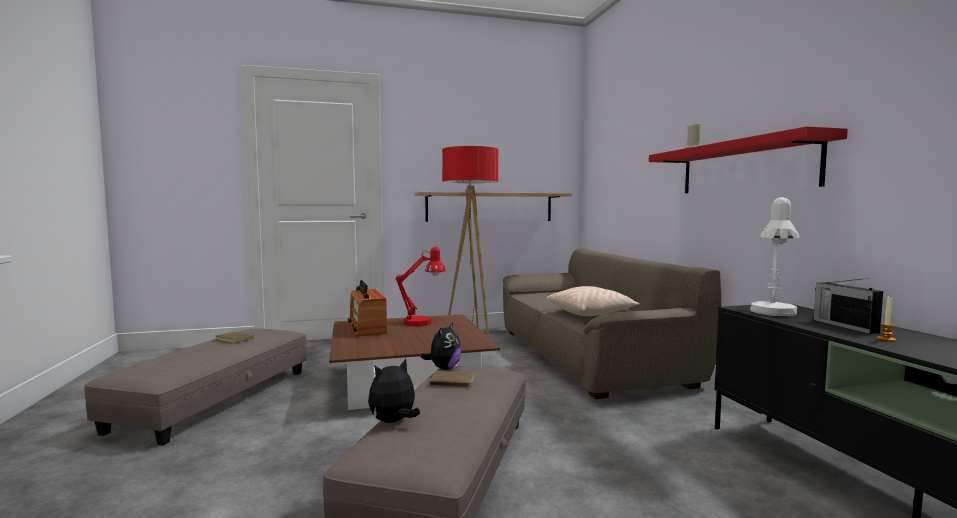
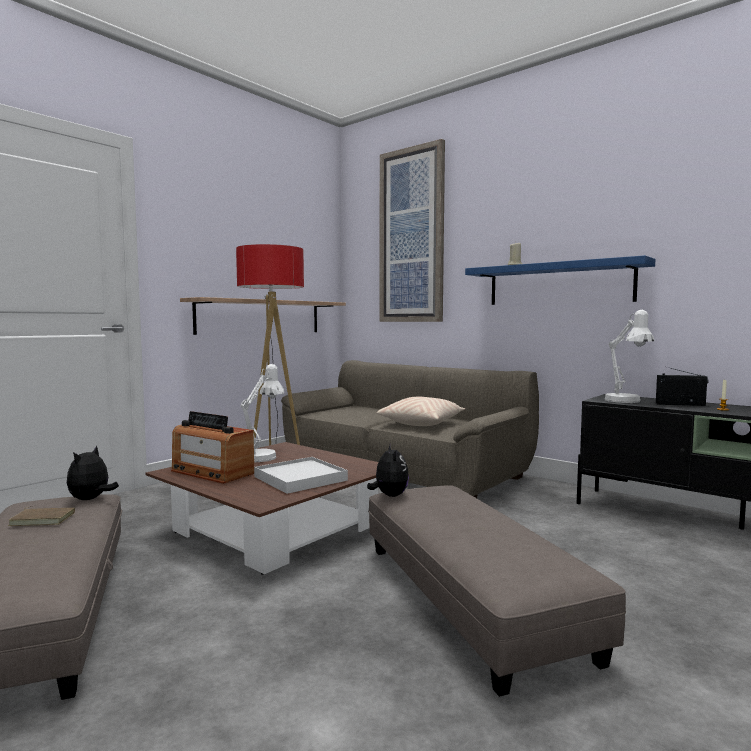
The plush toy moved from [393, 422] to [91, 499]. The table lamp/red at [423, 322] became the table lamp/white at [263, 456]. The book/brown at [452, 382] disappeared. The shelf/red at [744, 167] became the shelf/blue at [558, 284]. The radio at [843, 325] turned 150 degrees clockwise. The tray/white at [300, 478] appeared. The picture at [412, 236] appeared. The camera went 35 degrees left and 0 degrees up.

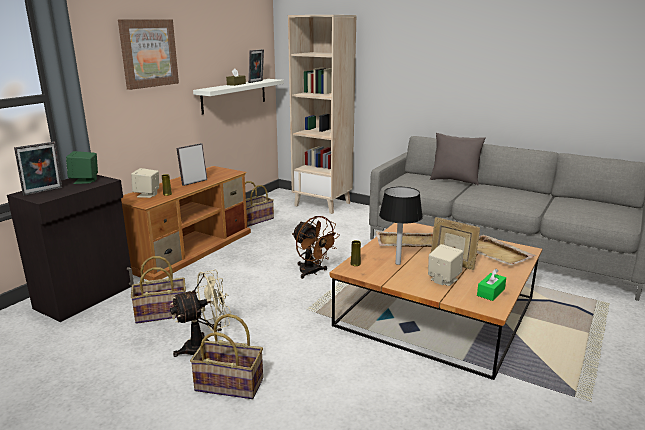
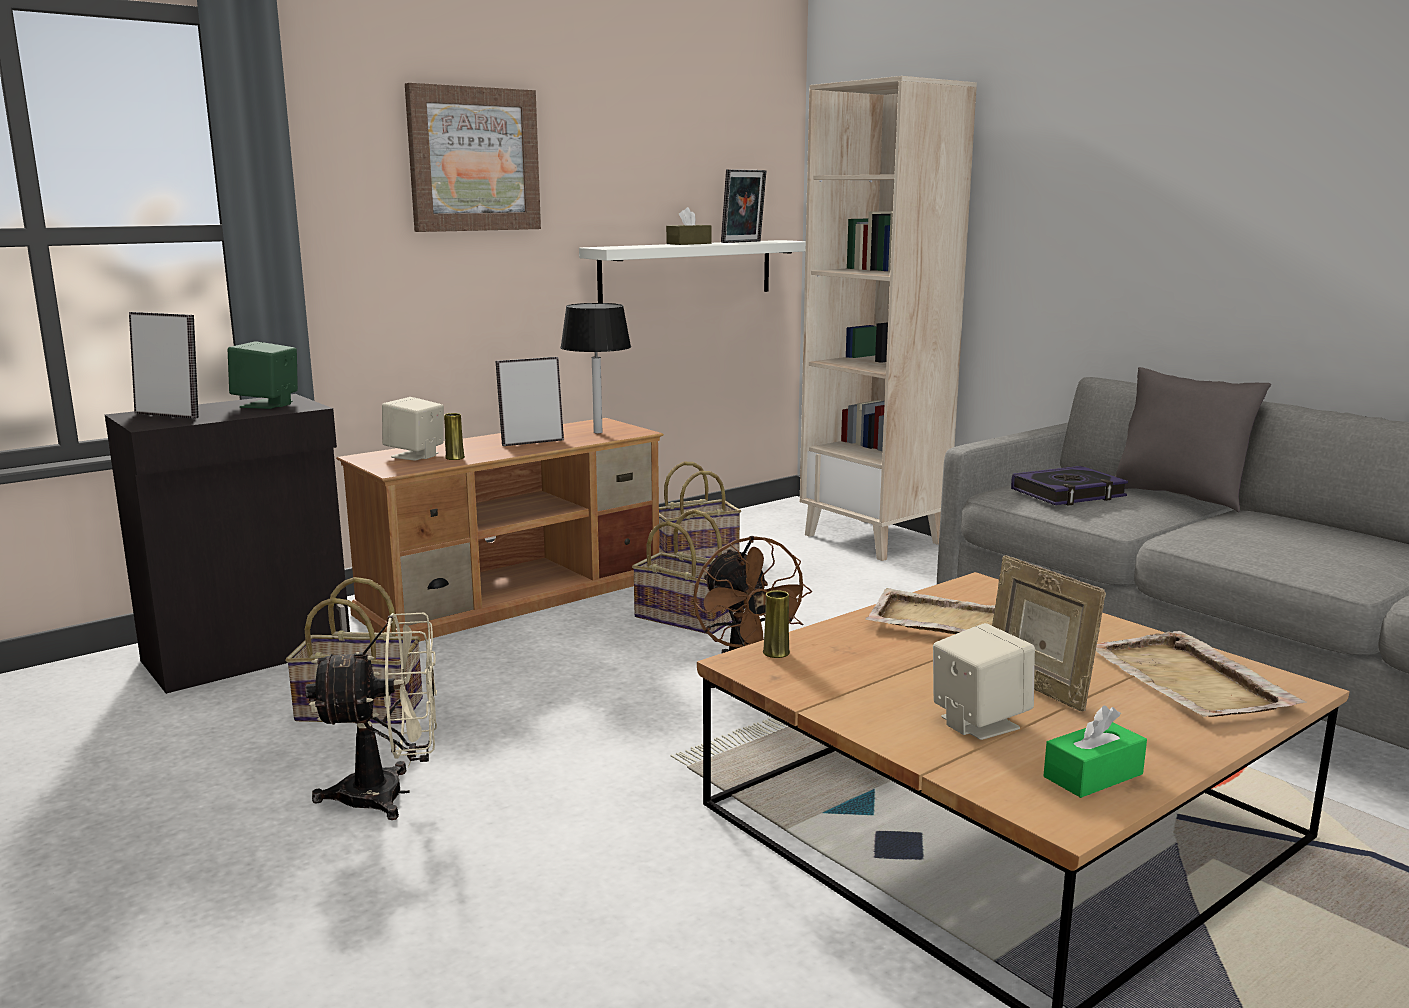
The picture frame at [43, 192] turned 135 degrees counterclockwise. The basket moved from [230, 384] to [686, 618]. The table lamp/black moved from [397, 263] to [597, 432]. The book at [1068, 493] appeared. The camera went 20 degrees right and 5 degrees down.

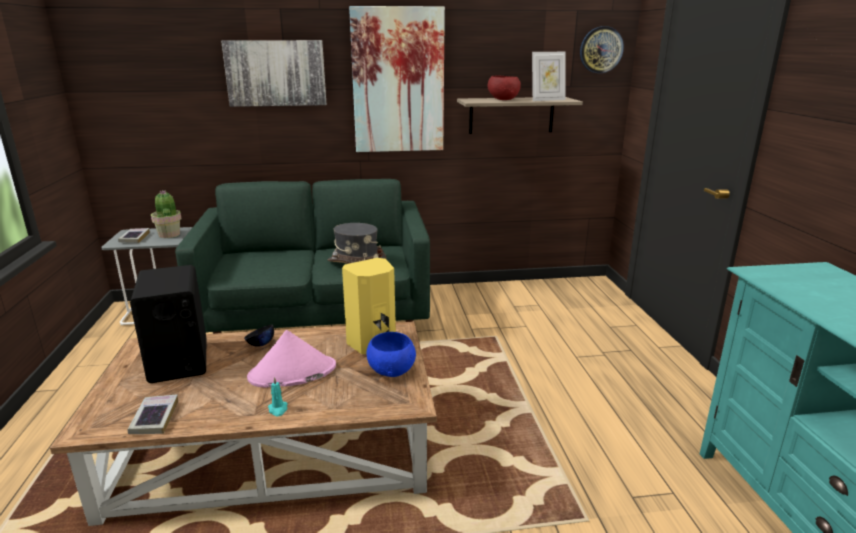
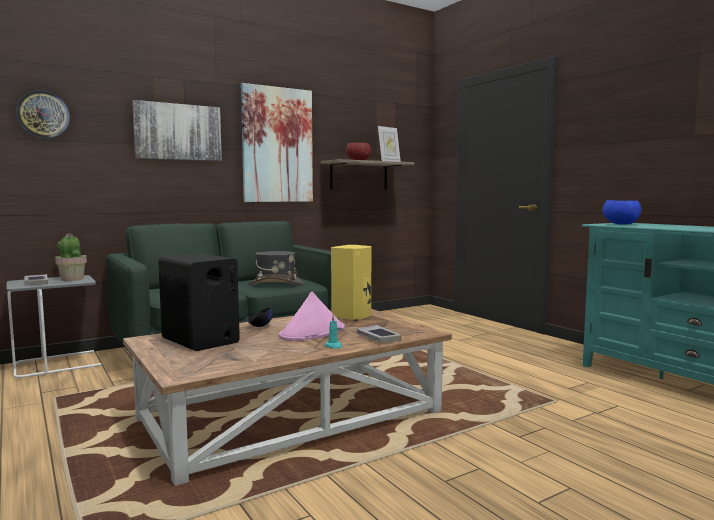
The book moved from [154, 418] to [378, 338]. The bowl/blue moved from [391, 370] to [620, 224]. The wall clock moved from [601, 50] to [43, 114]. The camera went 25 degrees left and 15 degrees down.

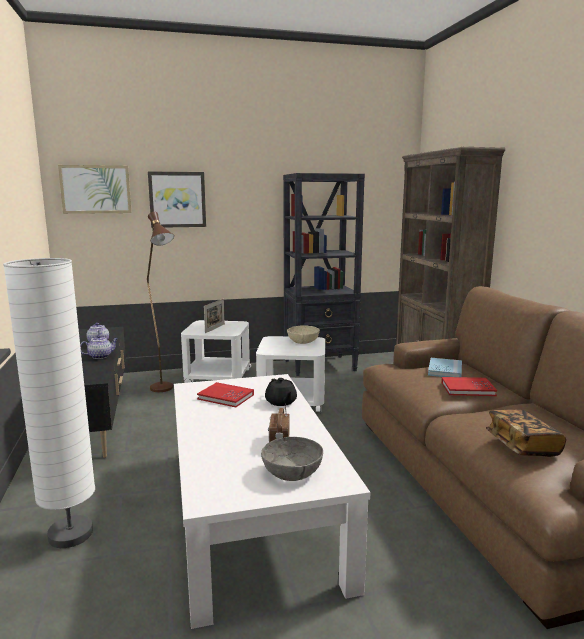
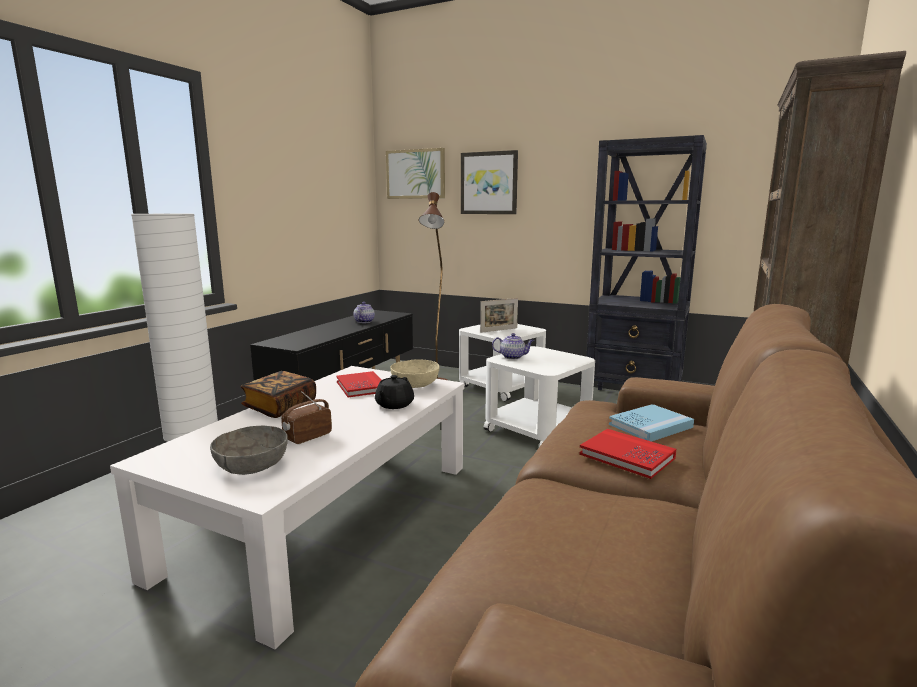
The teapot moved from [100, 356] to [513, 357]. The bowl/beige moved from [303, 341] to [415, 384]. The book moved from [522, 446] to [280, 407]. The camera went 40 degrees right and 0 degrees up.

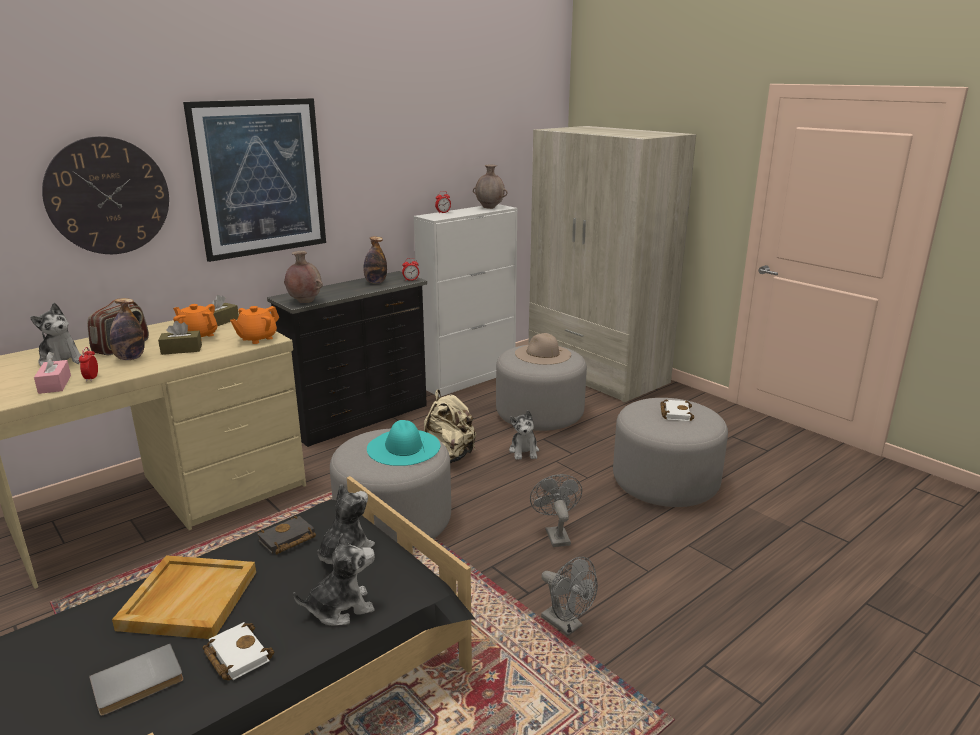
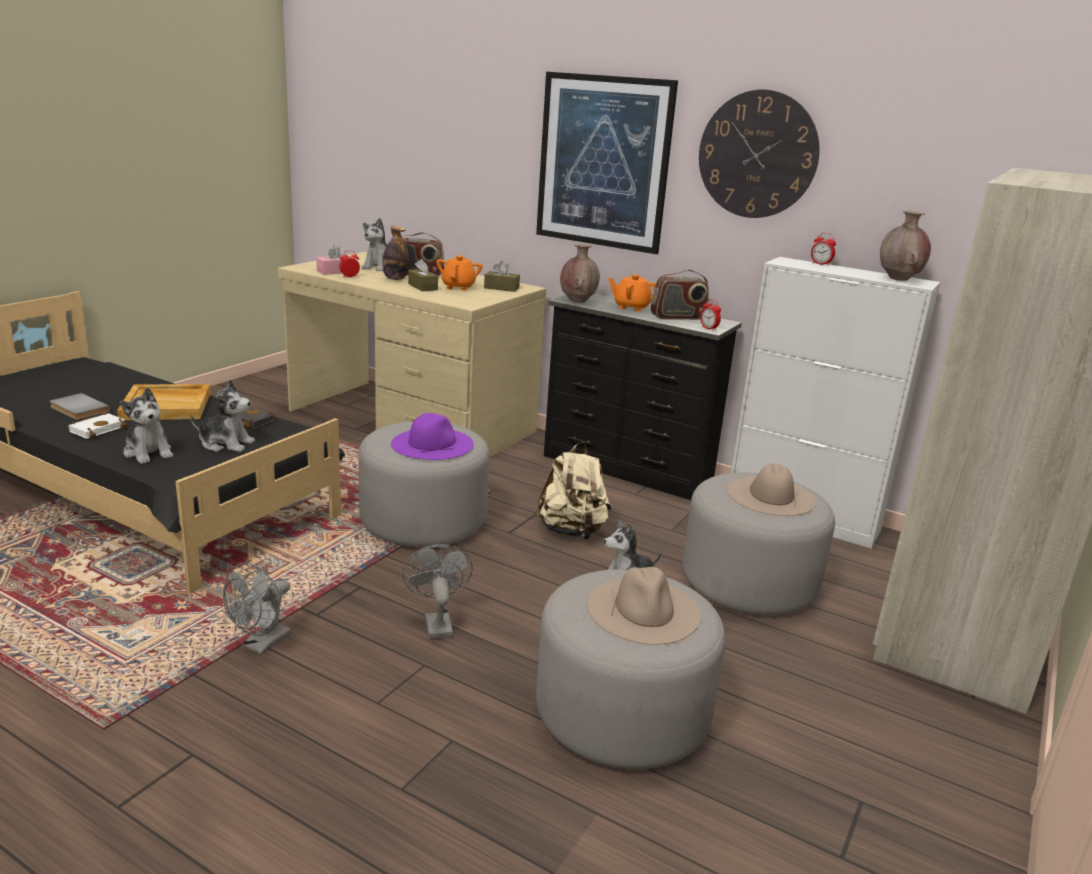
The wall clock moved from [108, 196] to [757, 155]. The teapot/orange moved from [257, 338] to [631, 307]. The bottle at [375, 282] was replaced by the radio at [678, 317]. The hat/turquoise at [403, 447] became the hat/purple at [432, 443]. The fan/grey at [555, 534] turned 75 degrees counterclockwise. The book/white at [675, 413] was replaced by the hat/beige at [643, 610]. The camera went 70 degrees right and 0 degrees up.

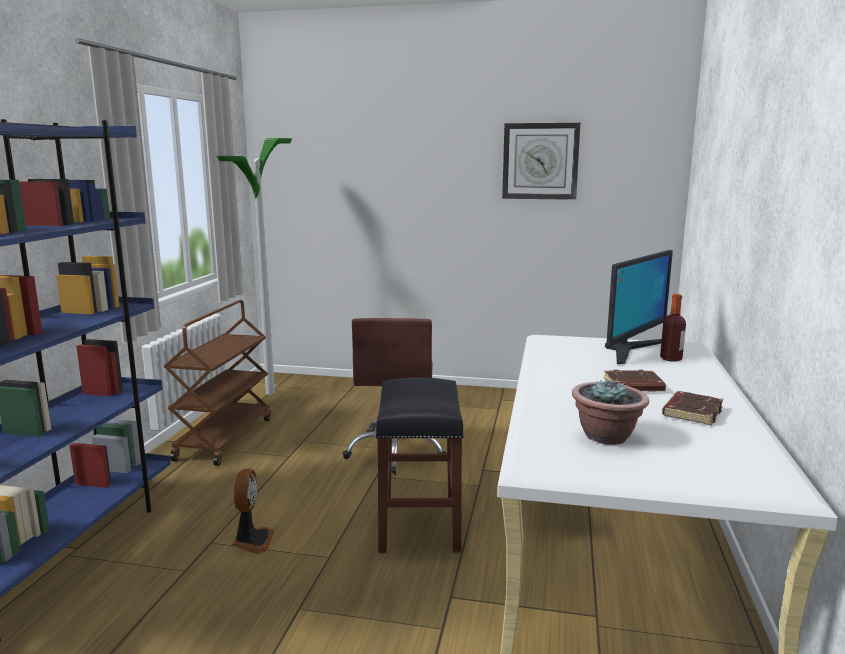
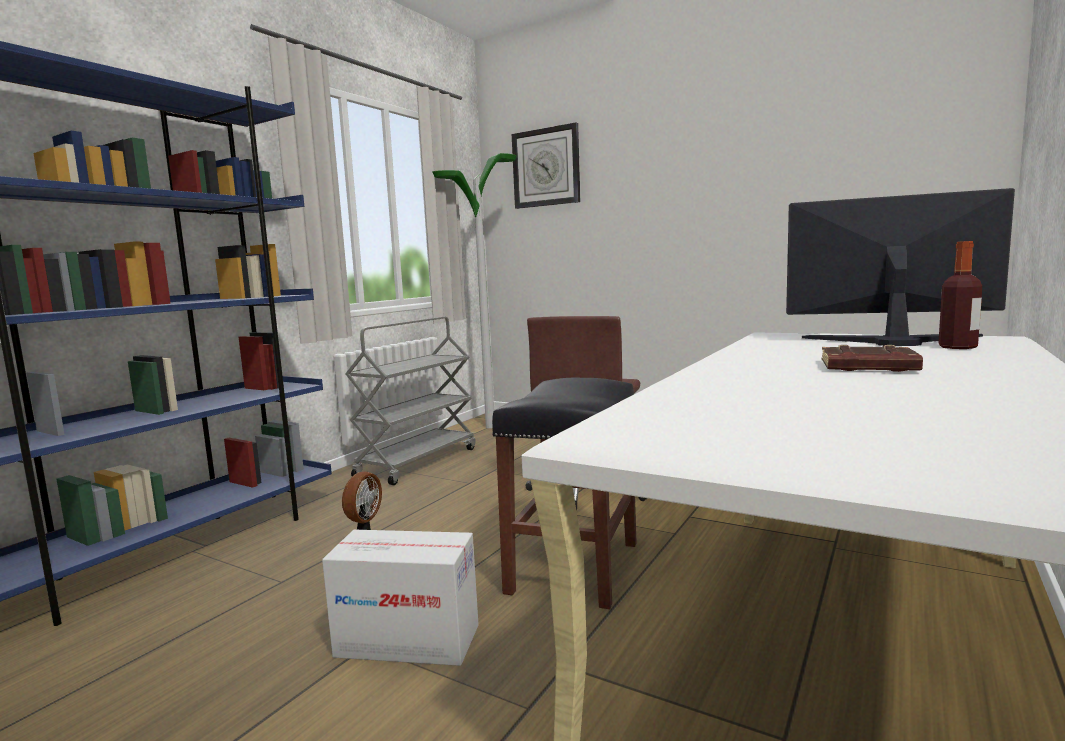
The cart/brown at [224, 438] became the cart/grey at [417, 462]. The wall clock moved from [540, 161] to [546, 167]. The potted plant at [606, 437] disappeared. The monitor at [630, 350] turned 135 degrees counterclockwise. The book/brown at [691, 412] disappeared. The cardboard box at [407, 641] appeared. The camera went 20 degrees right and 5 degrees down.

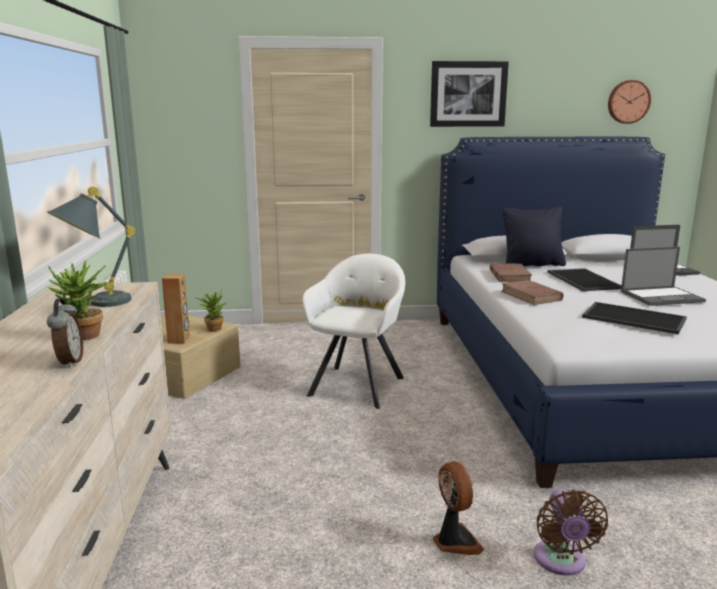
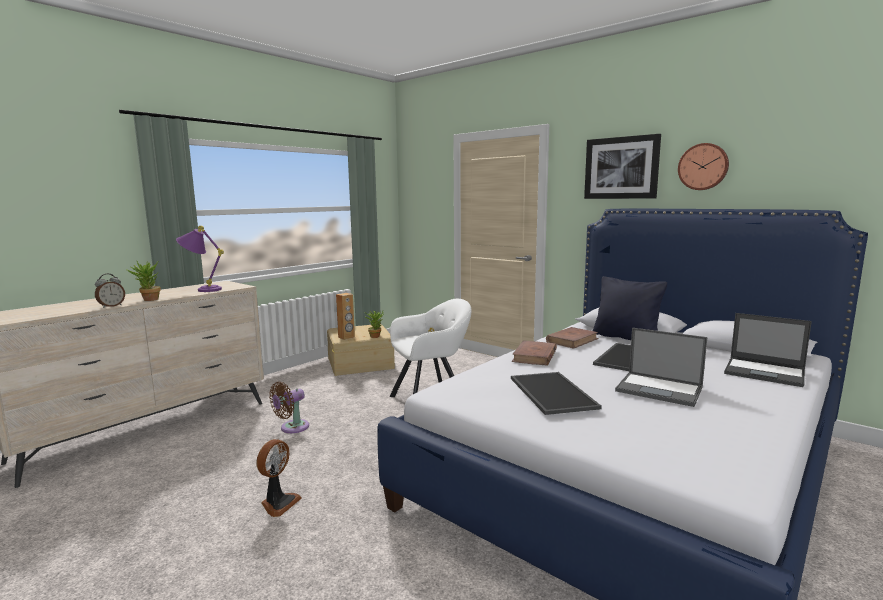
The table lamp/grey at [95, 303] became the table lamp/purple at [202, 290]. The fan/brown moved from [561, 562] to [292, 428]. The wall clock moved from [628, 102] to [703, 167]. The camera went 45 degrees right and 5 degrees down.

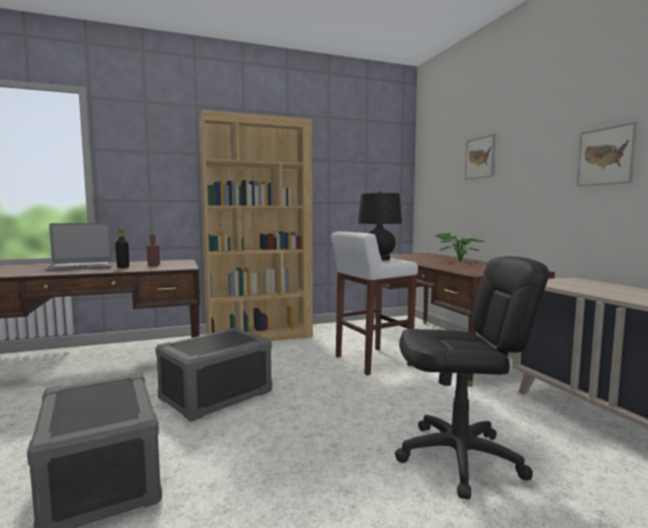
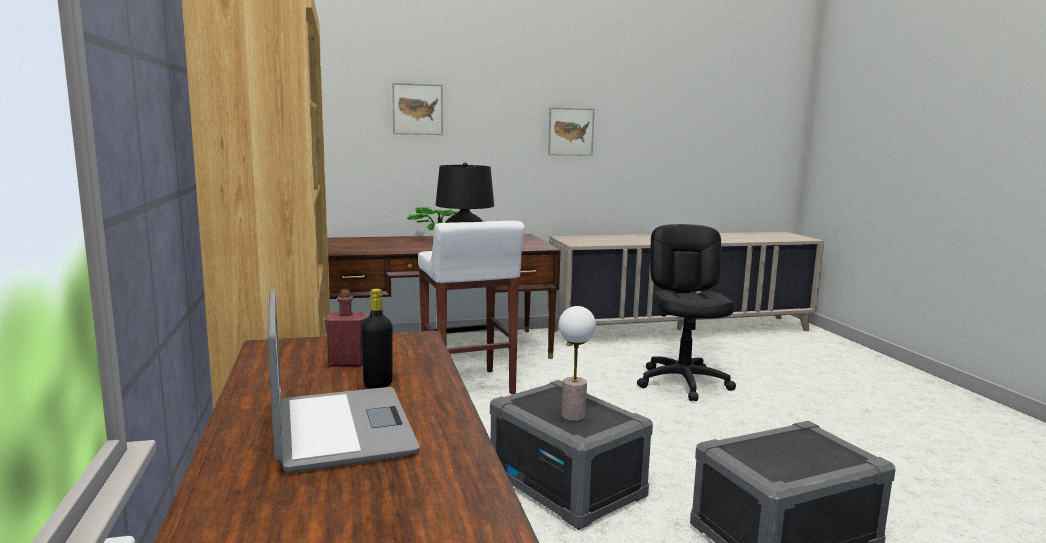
The table lamp at [573, 415] appeared. The camera went 85 degrees left and 5 degrees up.

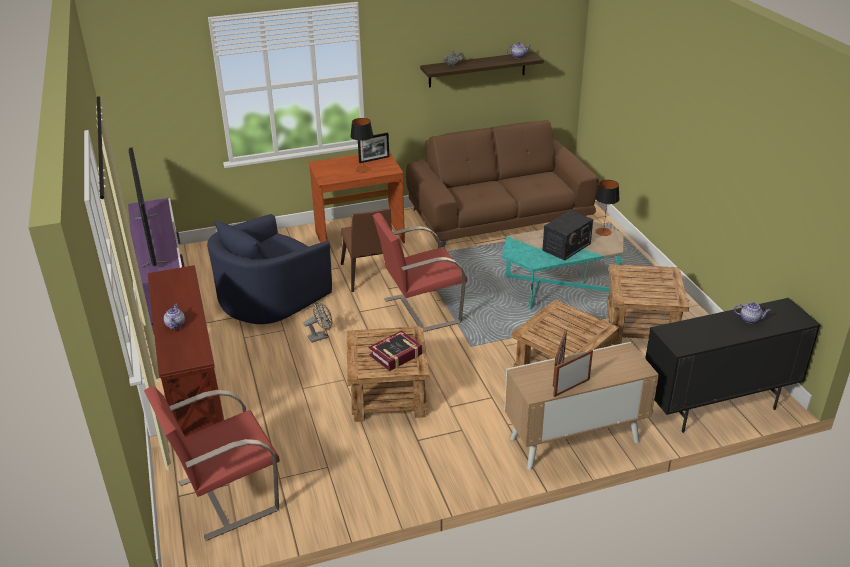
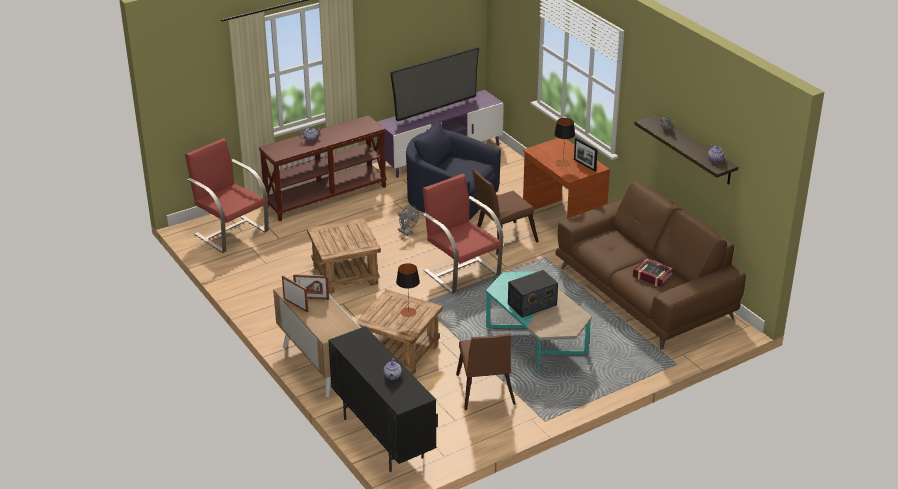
The book moved from [396, 355] to [653, 276]. The radio at [566, 247] turned 60 degrees counterclockwise. The table lamp moved from [603, 232] to [408, 312]. The side table/brown at [641, 328] was replaced by the chair/brown at [485, 393]. The camera went 75 degrees right and 0 degrees up.

